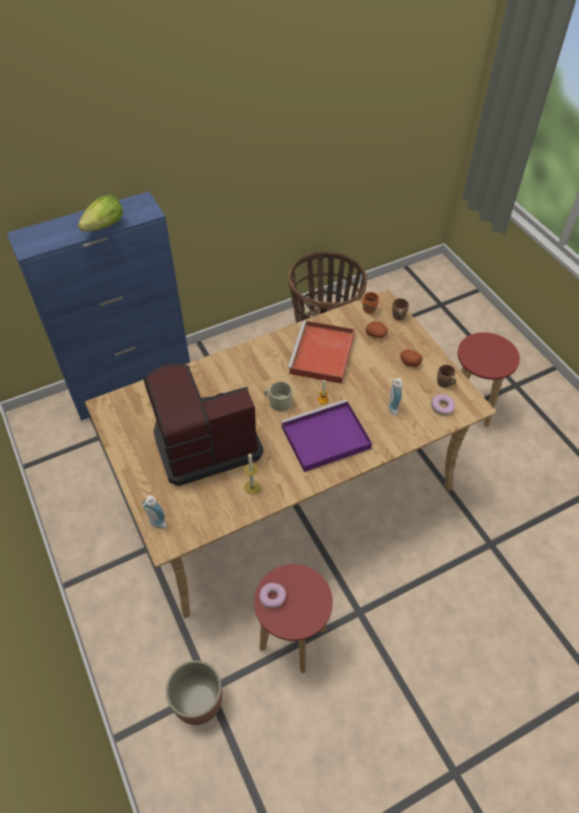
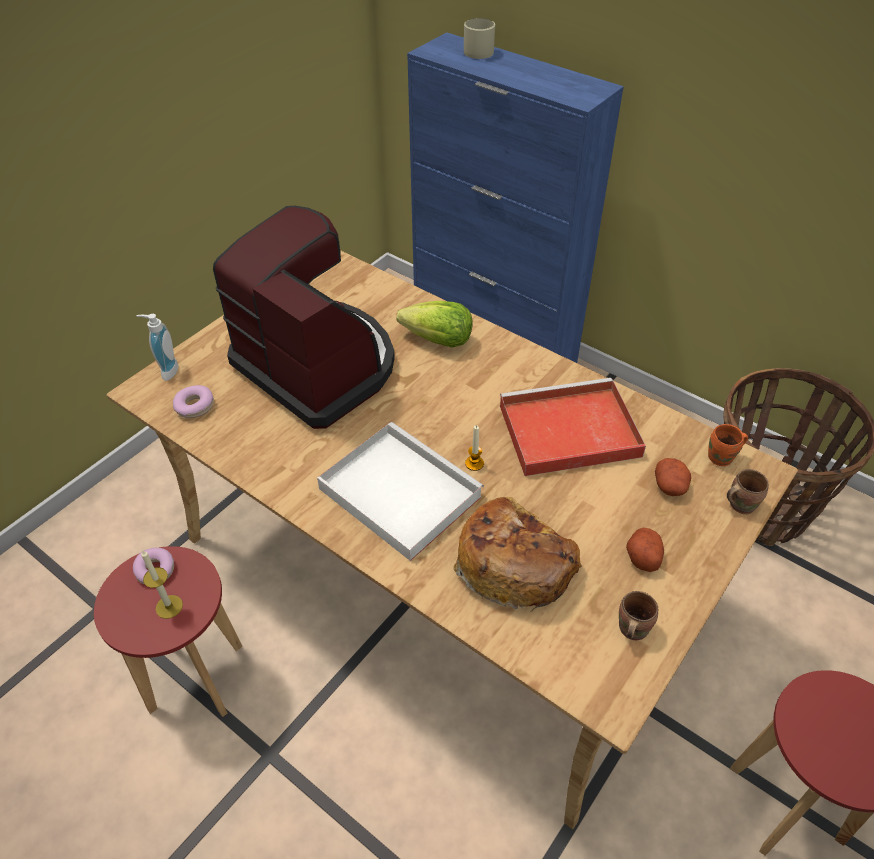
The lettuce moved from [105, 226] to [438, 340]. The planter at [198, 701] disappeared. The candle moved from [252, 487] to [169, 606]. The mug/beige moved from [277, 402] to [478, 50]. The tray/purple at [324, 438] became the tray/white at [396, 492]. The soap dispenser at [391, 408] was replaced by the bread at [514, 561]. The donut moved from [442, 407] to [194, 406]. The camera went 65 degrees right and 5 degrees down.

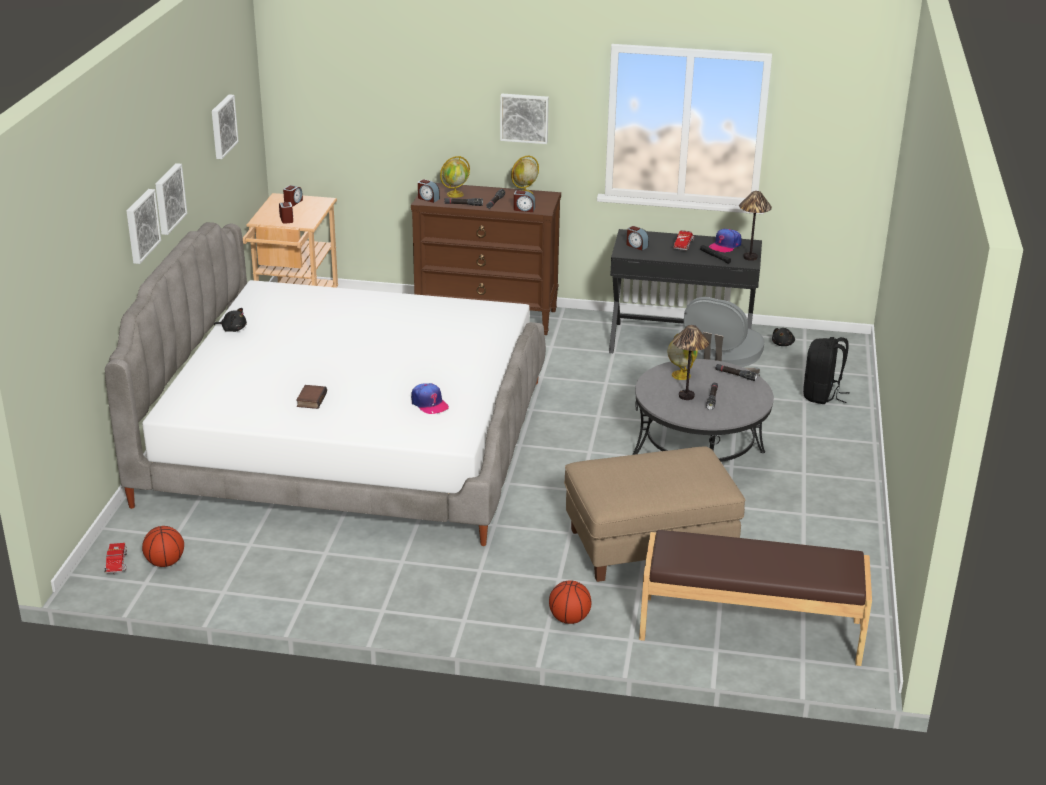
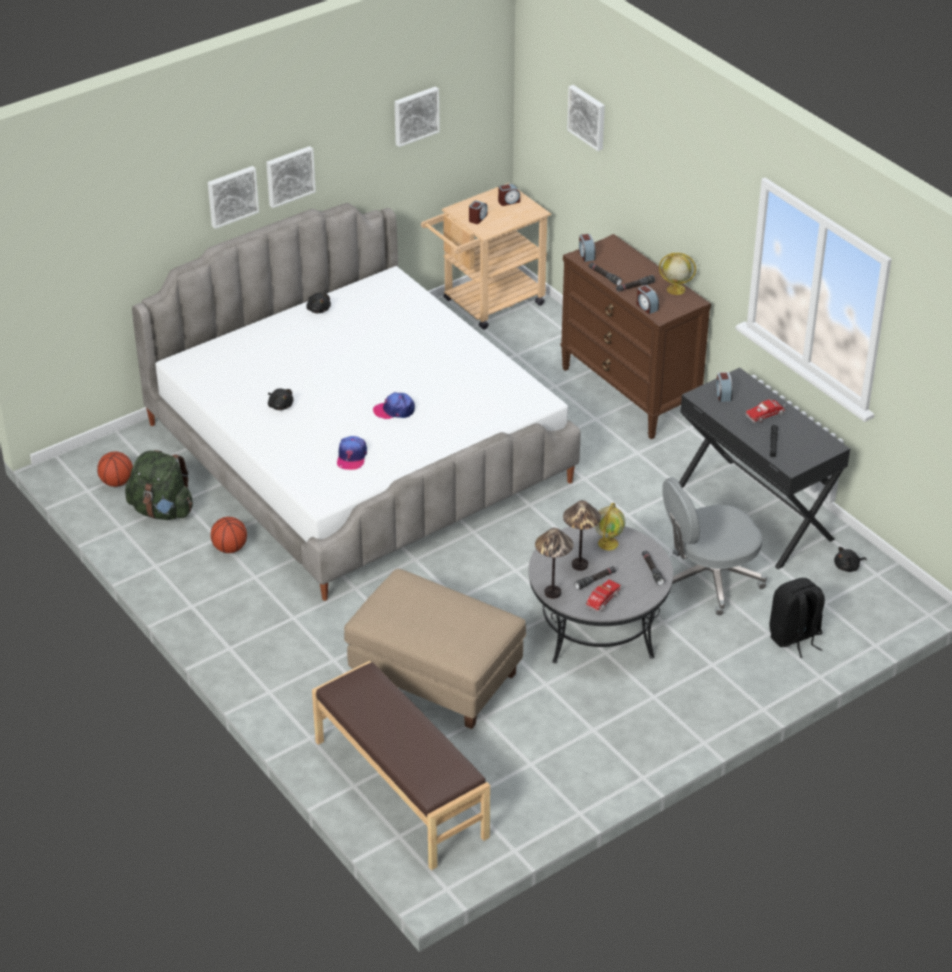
The toy truck moved from [116, 565] to [602, 601]. The book at [311, 399] was replaced by the plush toy/black at [280, 405]. The globe at [455, 194] disappeared. The picture moved from [524, 117] to [588, 117]. The basketball moved from [569, 619] to [230, 548]. The cap moved from [725, 245] to [394, 410]. The table lamp moved from [750, 257] to [552, 593]. The backpack/green at [162, 511] appeared. The camera went 45 degrees right and 10 degrees up.

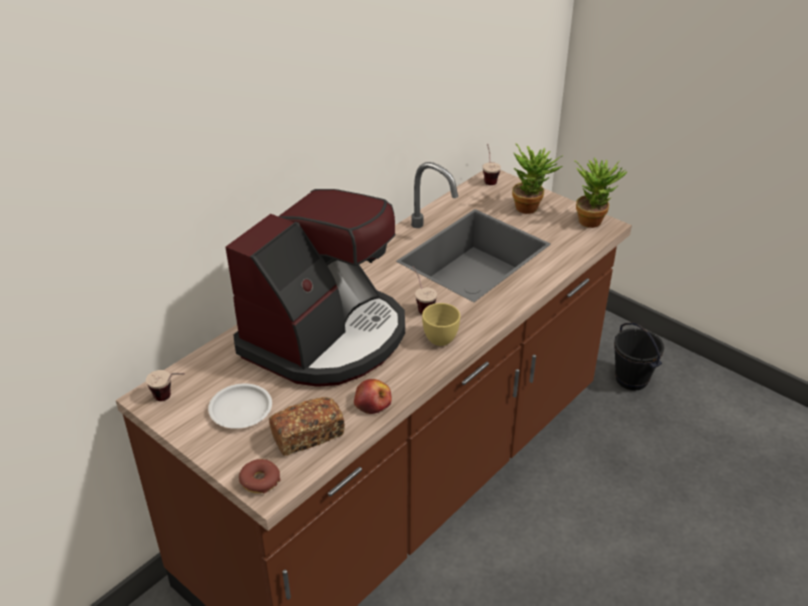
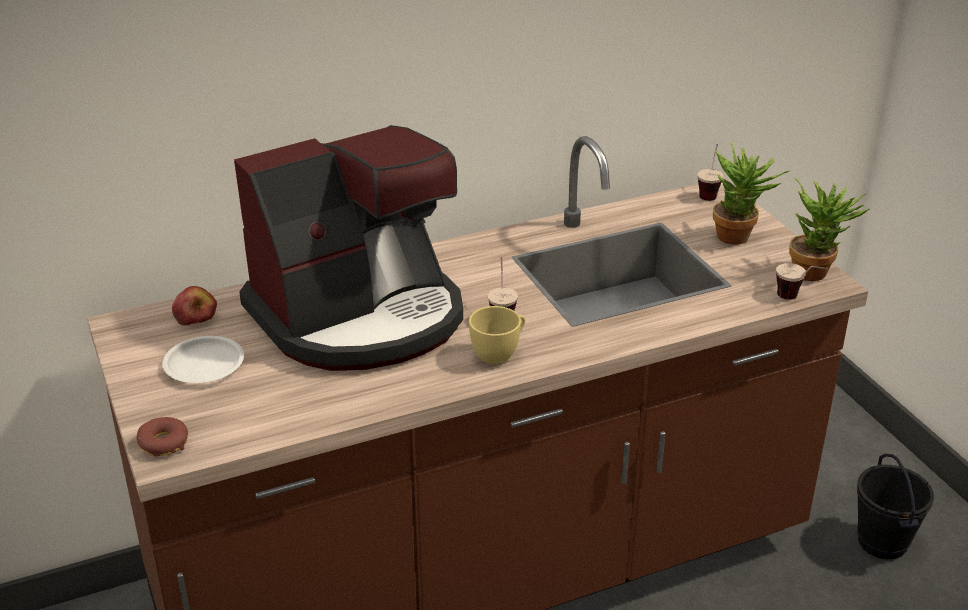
The cup moved from [171, 398] to [797, 299]. The bread at [308, 435] disappeared. The apple moved from [373, 403] to [195, 316]. The camera went 25 degrees right and 5 degrees down.

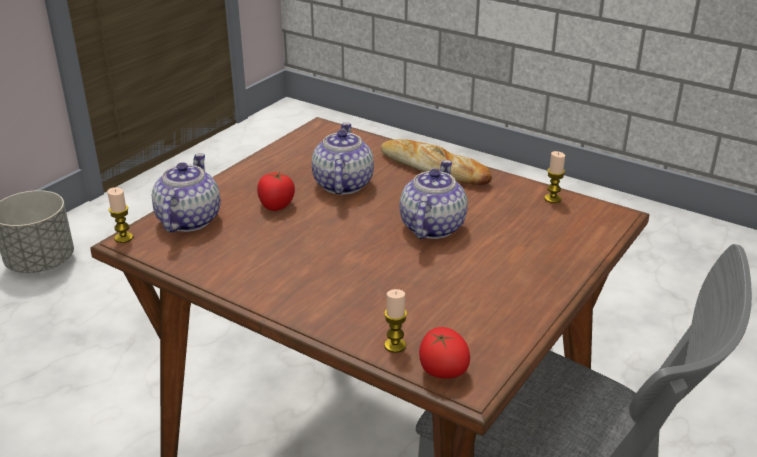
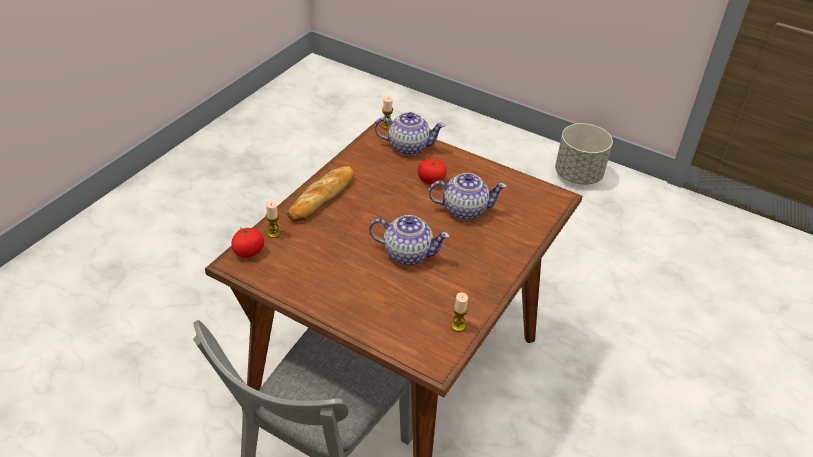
The bread moved from [434, 168] to [322, 197]. The camera went 85 degrees right and 10 degrees up.

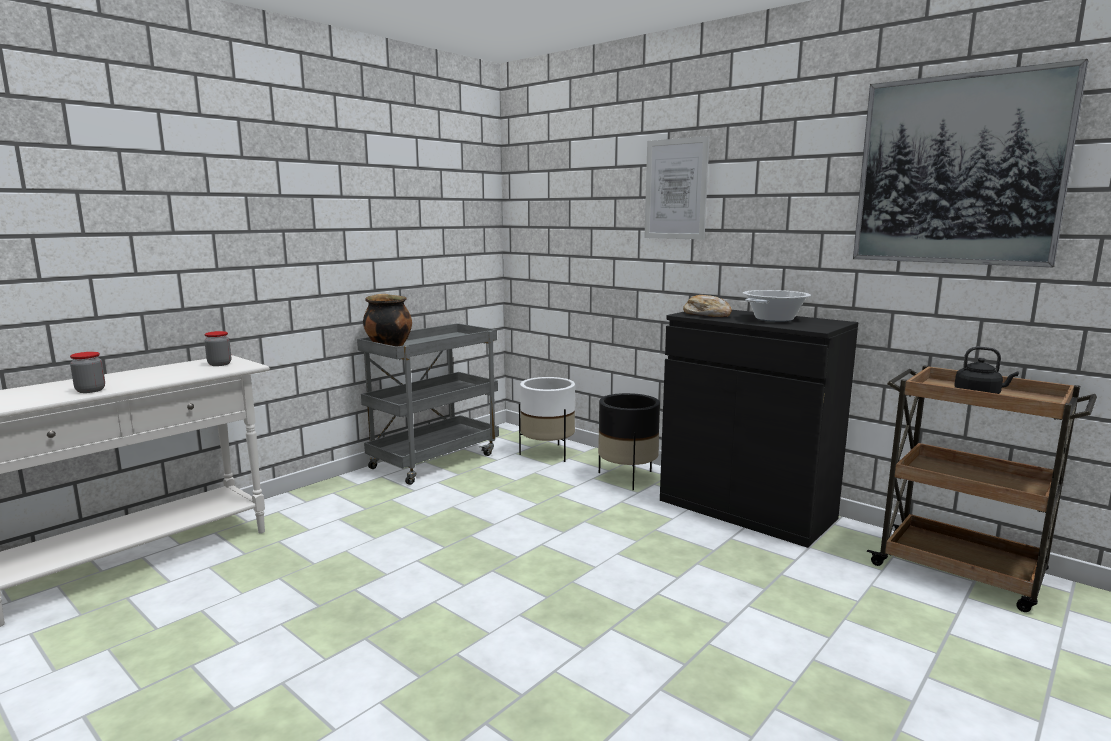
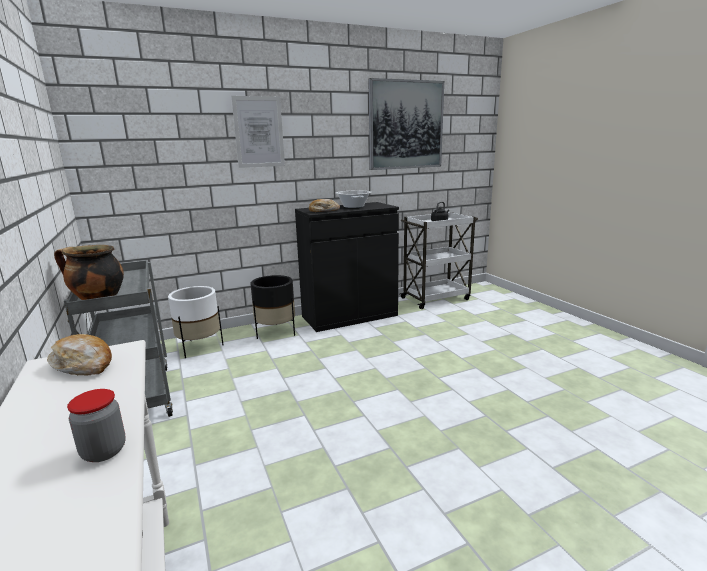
The jar at [219, 364] was replaced by the bread at [84, 364]. The cart/brown at [961, 572] became the cart/white at [436, 298]. The camera went 65 degrees left and 5 degrees up.

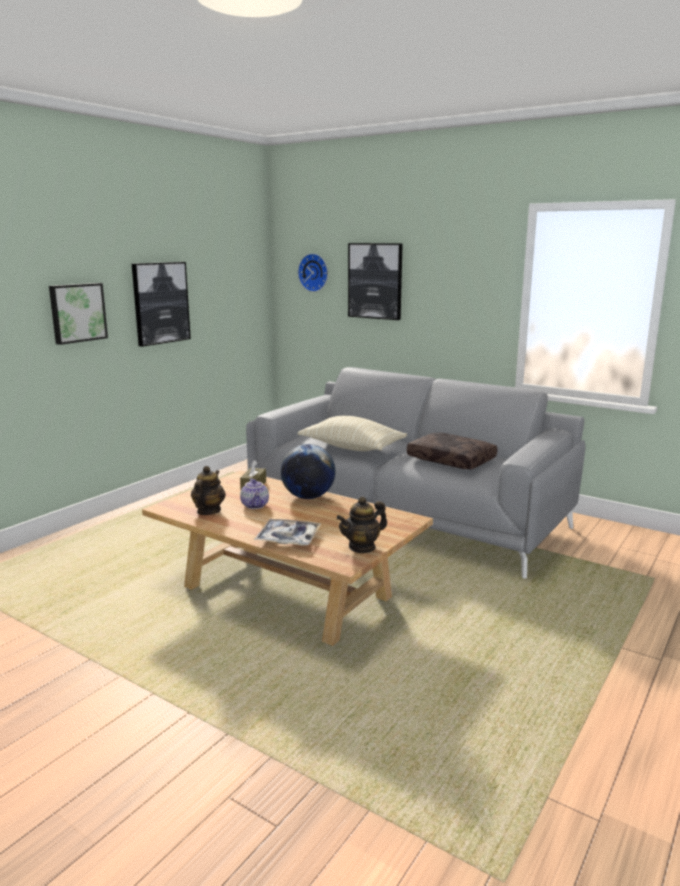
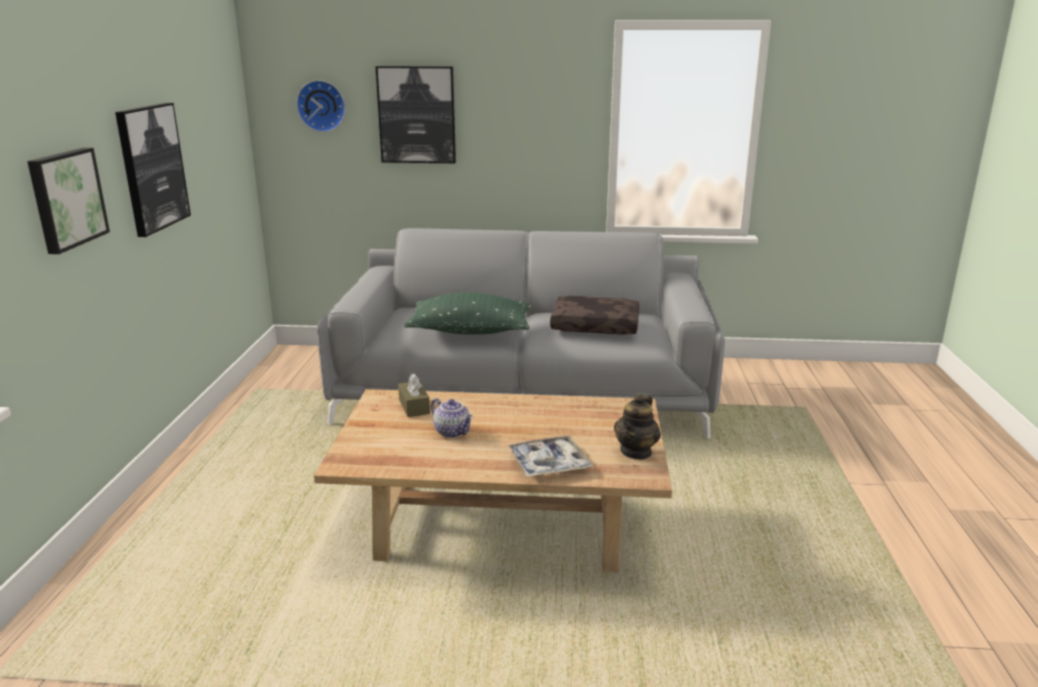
The teapot at [208, 511] disappeared. The globe at [308, 497] disappeared. The pillow/beige at [352, 448] became the pillow/green at [470, 331]. The camera went 30 degrees left and 5 degrees up.

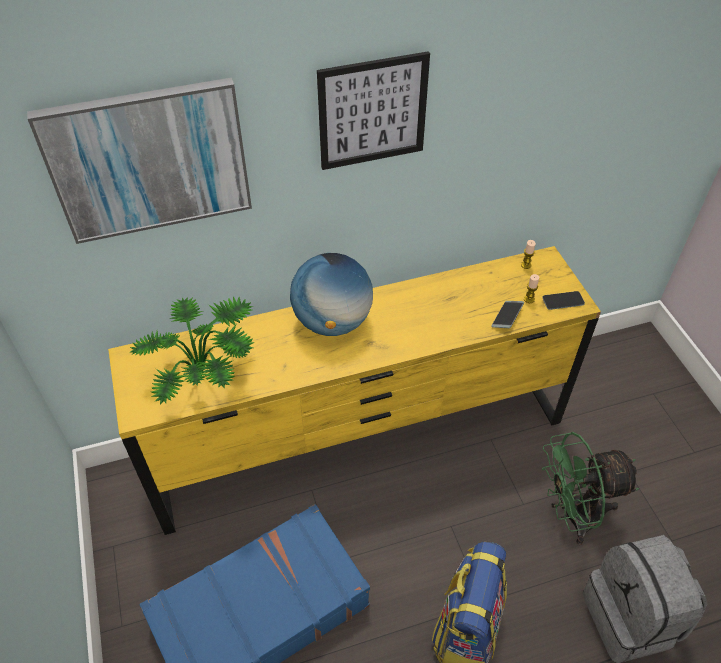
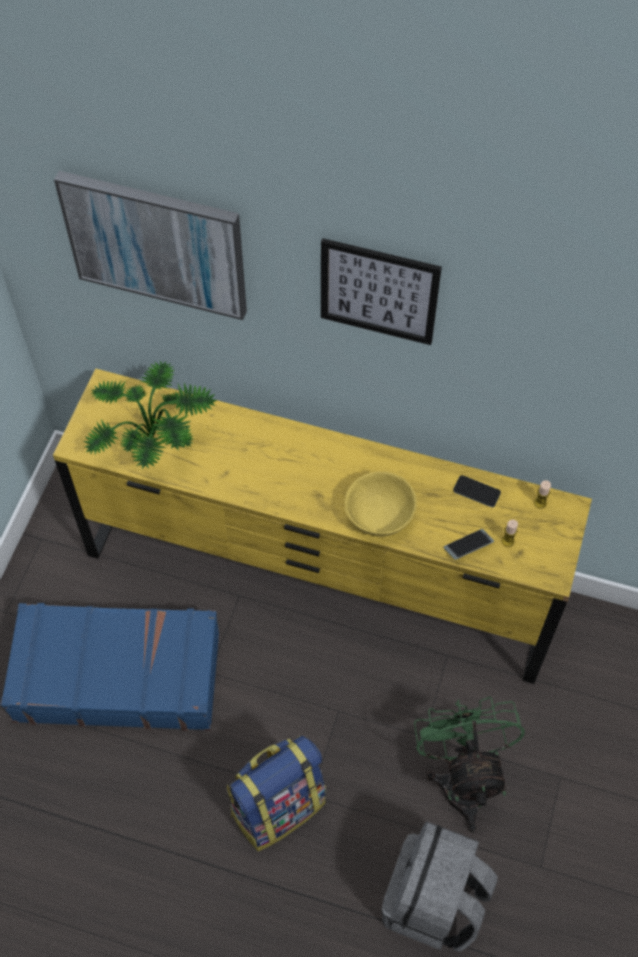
The globe at [332, 322] disappeared. The phone moved from [563, 301] to [476, 491]. The fan/green at [572, 515] turned 60 degrees clockwise. The bowl/yellow at [379, 516] appeared. The camera went 35 degrees right and 10 degrees up.

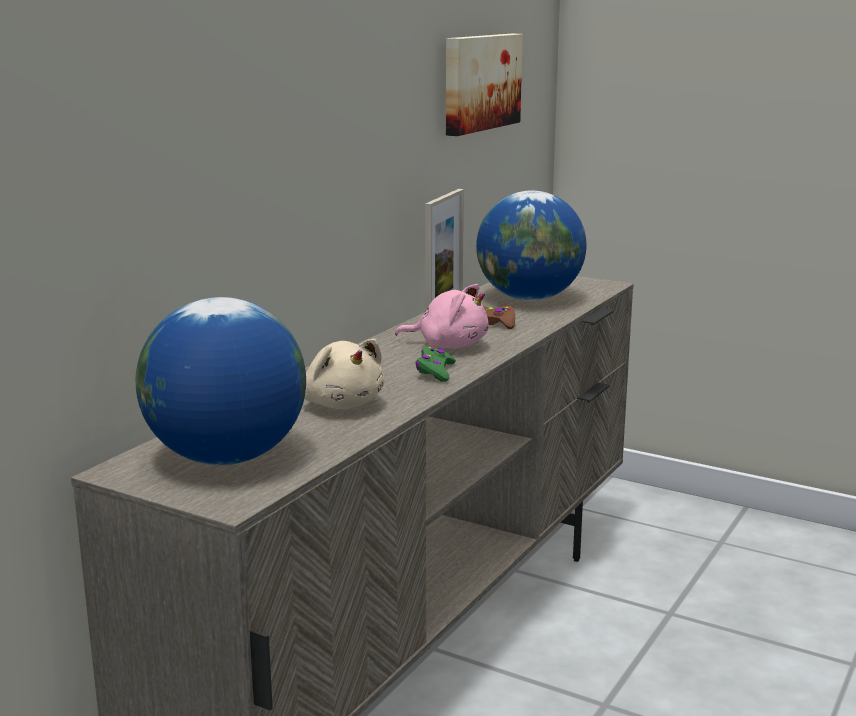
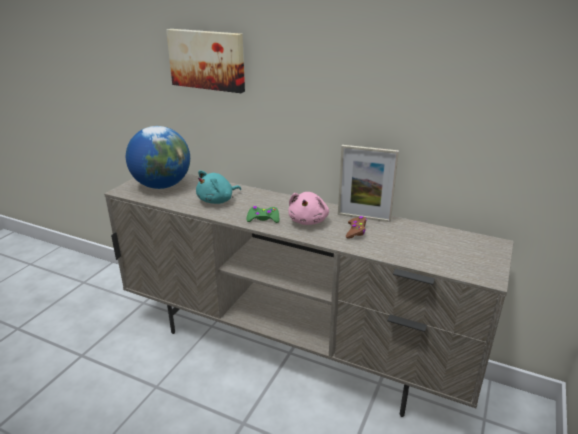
The plush toy/beige at [341, 404] became the plush toy/turquoise at [217, 200]. The picture moved from [479, 82] to [207, 59]. The globe at [529, 298] disappeared. The camera went 85 degrees right and 10 degrees up.

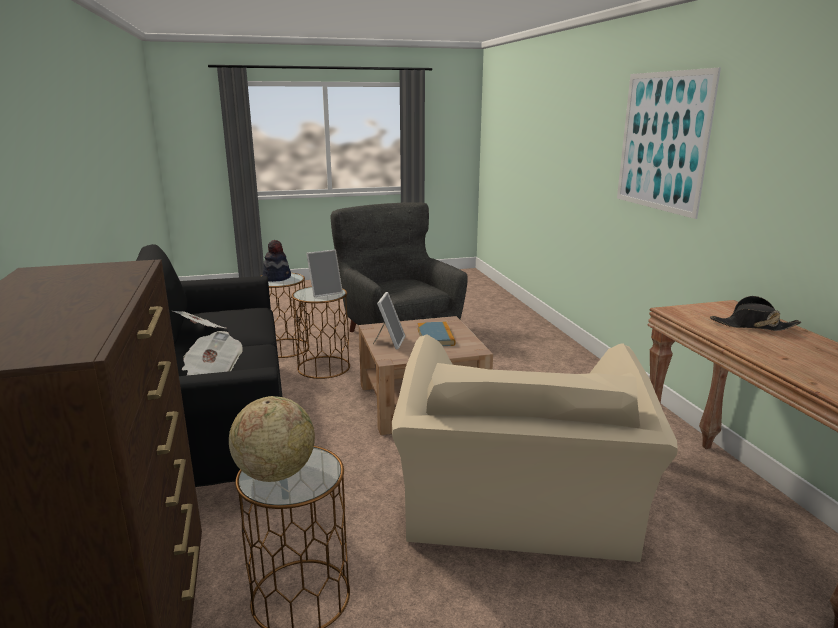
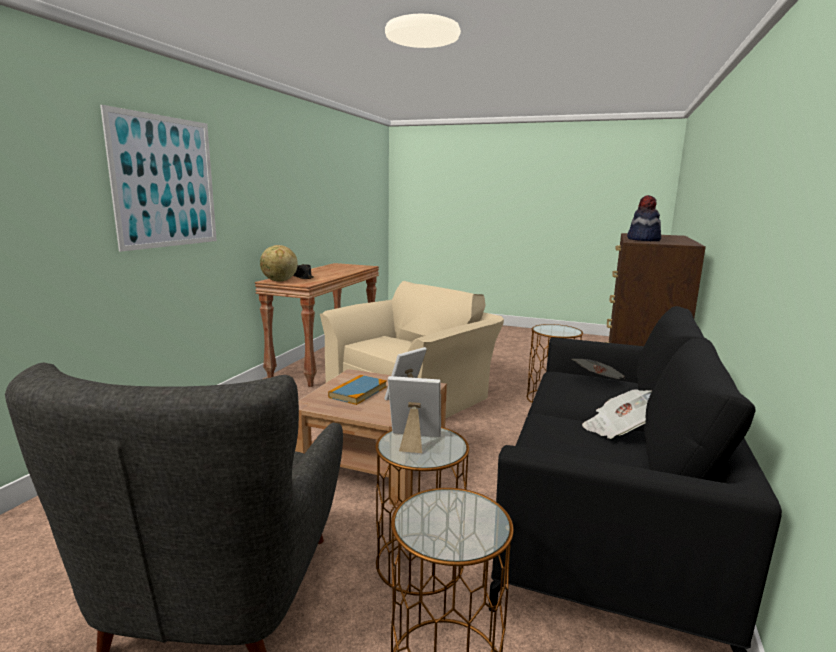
The globe moved from [275, 473] to [279, 281]. The hat moved from [277, 278] to [643, 240]. The camera went 145 degrees left and 5 degrees down.

